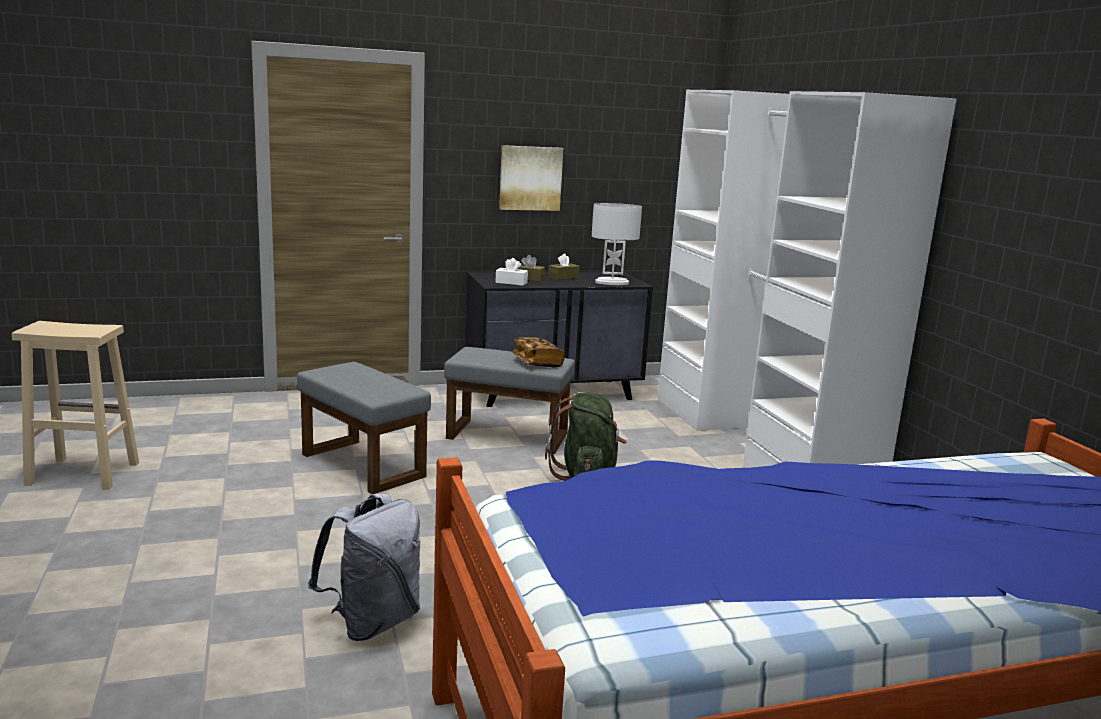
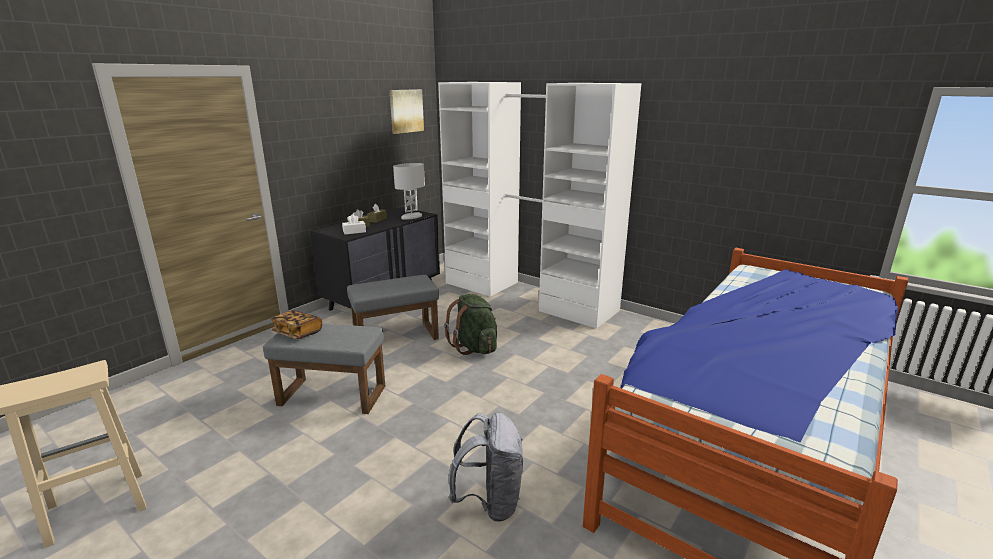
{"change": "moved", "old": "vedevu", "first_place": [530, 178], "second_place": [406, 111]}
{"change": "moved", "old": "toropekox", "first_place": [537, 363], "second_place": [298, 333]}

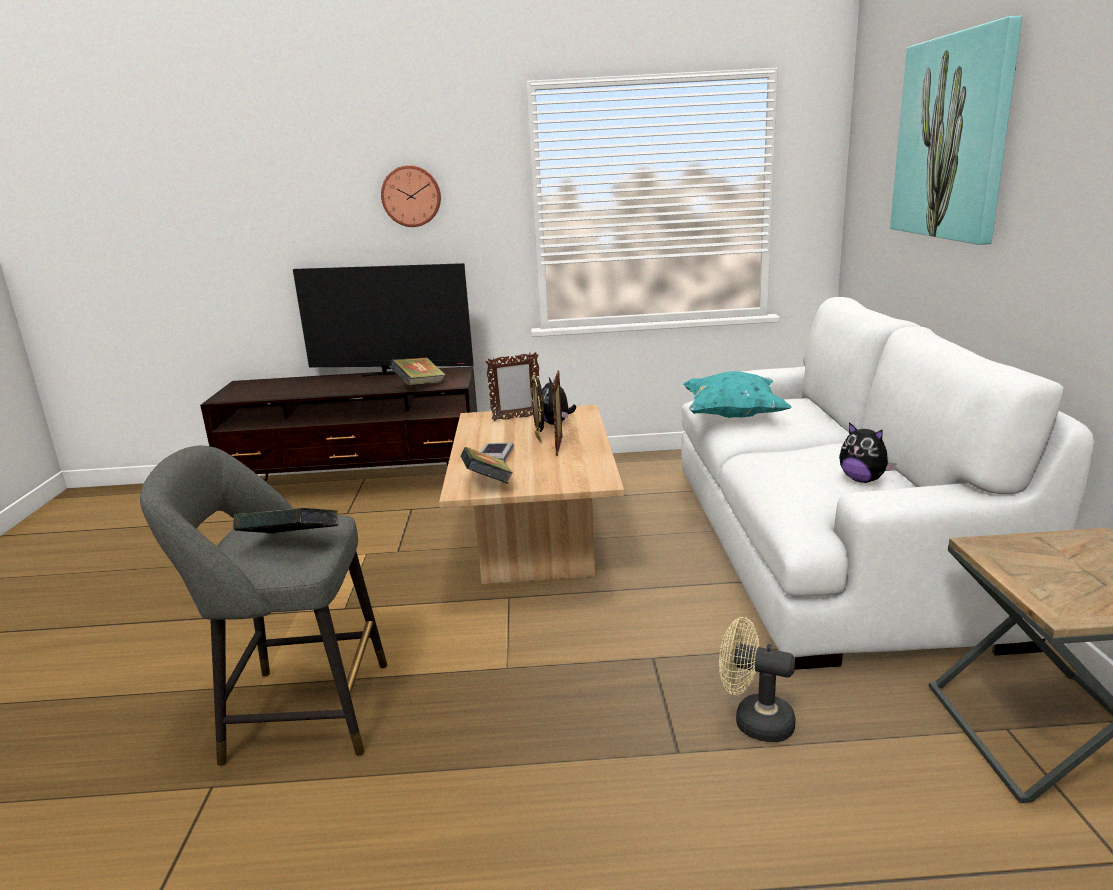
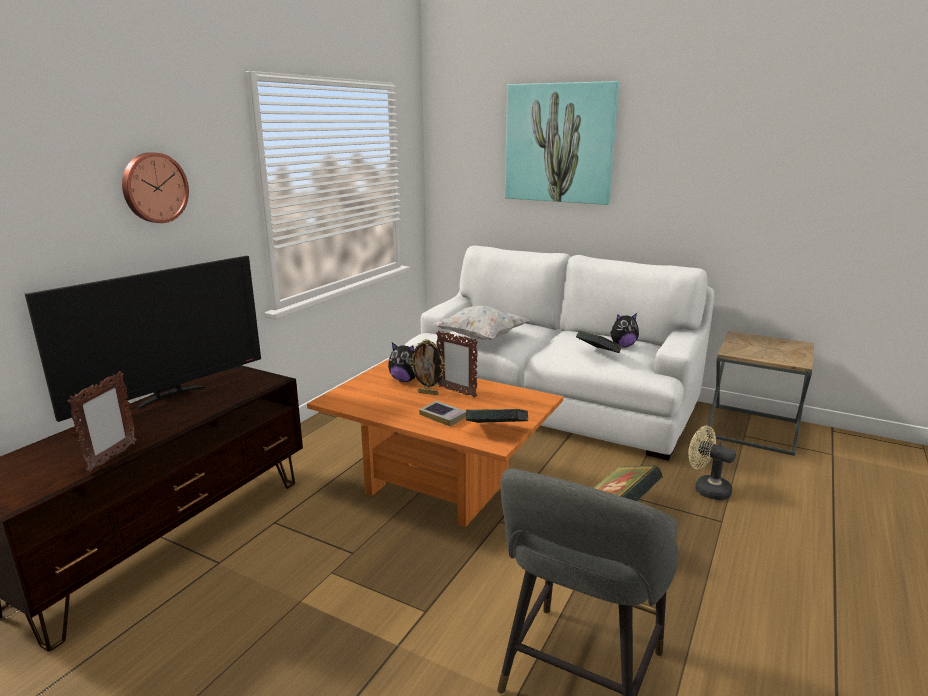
{"change": "moved", "old": "toropekox", "first_place": [419, 386], "second_place": [597, 354]}
{"change": "moved", "old": "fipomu", "first_place": [516, 418], "second_place": [112, 457]}
{"change": "recoloured", "old": "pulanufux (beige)", "new": "pulanufux (orange)", "first_place": [537, 548], "second_place": [438, 486]}
{"change": "recoloured", "old": "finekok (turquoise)", "new": "finekok (white)", "first_place": [732, 416], "second_place": [480, 338]}
{"change": "turned", "old": "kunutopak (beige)", "first_place": [754, 721], "second_place": [706, 489], "degrees": 75}

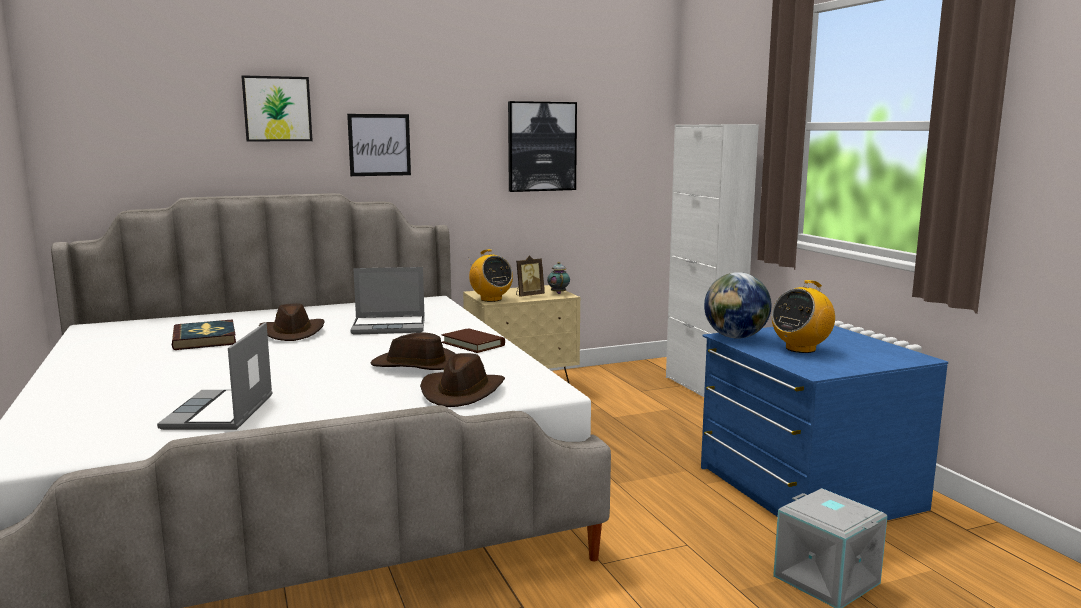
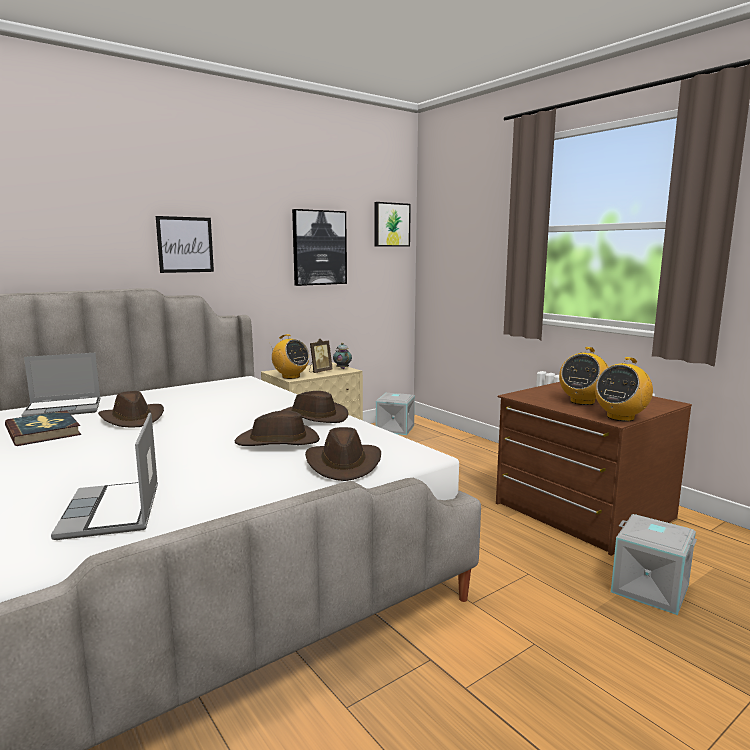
{"change": "removed", "old": "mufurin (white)", "first_place": [702, 387]}
{"change": "removed", "old": "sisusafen", "first_place": [735, 337]}
{"change": "added", "new": "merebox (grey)", "second_place": [395, 429]}
{"change": "added", "new": "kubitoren", "second_place": [620, 417]}
{"change": "moved", "old": "vedevu", "first_place": [277, 109], "second_place": [391, 224]}
{"change": "moved", "old": "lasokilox", "first_place": [390, 327], "second_place": [65, 409]}
{"change": "replaced", "old": "toropekox (brown)", "new": "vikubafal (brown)", "first_place": [473, 344], "second_place": [313, 417]}
{"change": "recoloured", "old": "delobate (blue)", "new": "delobate (brown)", "first_place": [806, 488], "second_place": [582, 511]}

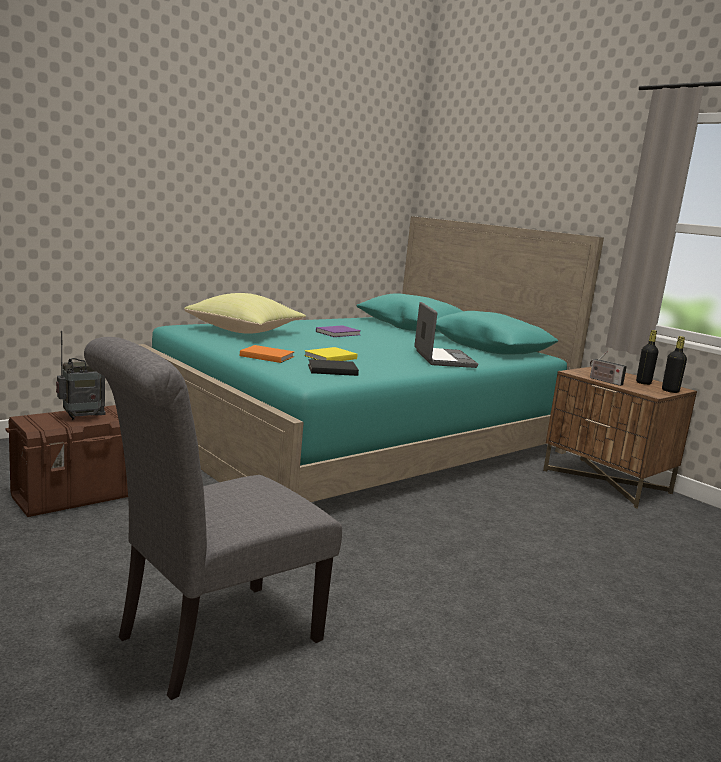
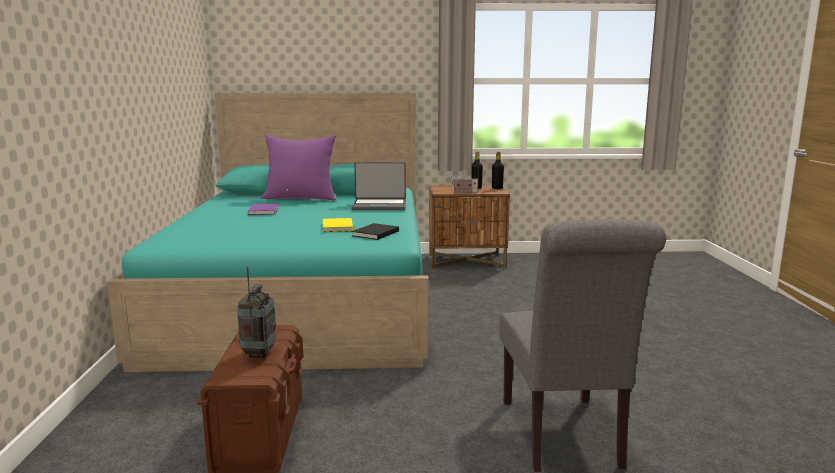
{"change": "removed", "old": "finekok (yellow)", "first_place": [246, 331]}
{"change": "removed", "old": "toropekox (orange)", "first_place": [266, 356]}
{"change": "added", "new": "finekok (purple)", "second_place": [301, 198]}
{"change": "turned", "old": "lasokilox", "first_place": [443, 359], "second_place": [379, 206], "degrees": 150}

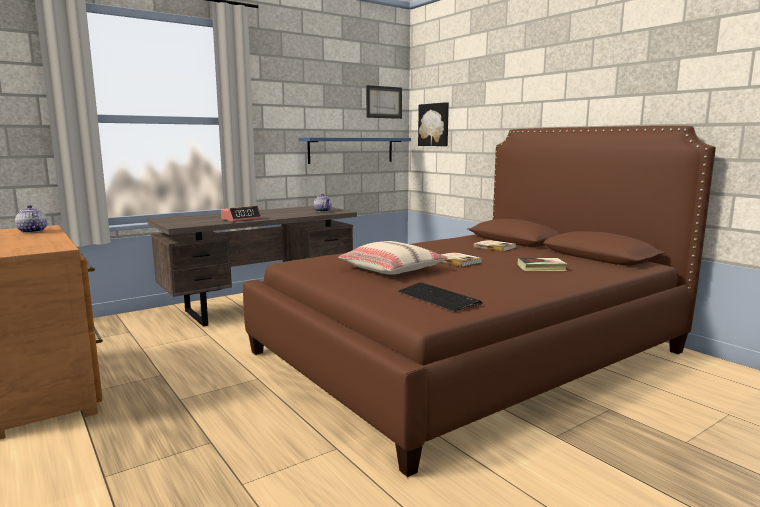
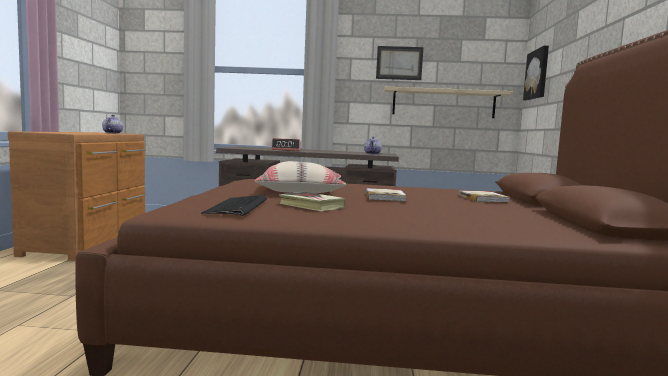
{"change": "moved", "old": "vedevu", "first_place": [384, 102], "second_place": [399, 63]}
{"change": "moved", "old": "toropekox", "first_place": [541, 268], "second_place": [311, 206]}
{"change": "recoloured", "old": "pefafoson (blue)", "new": "pefafoson (beige)", "first_place": [351, 150], "second_place": [443, 103]}

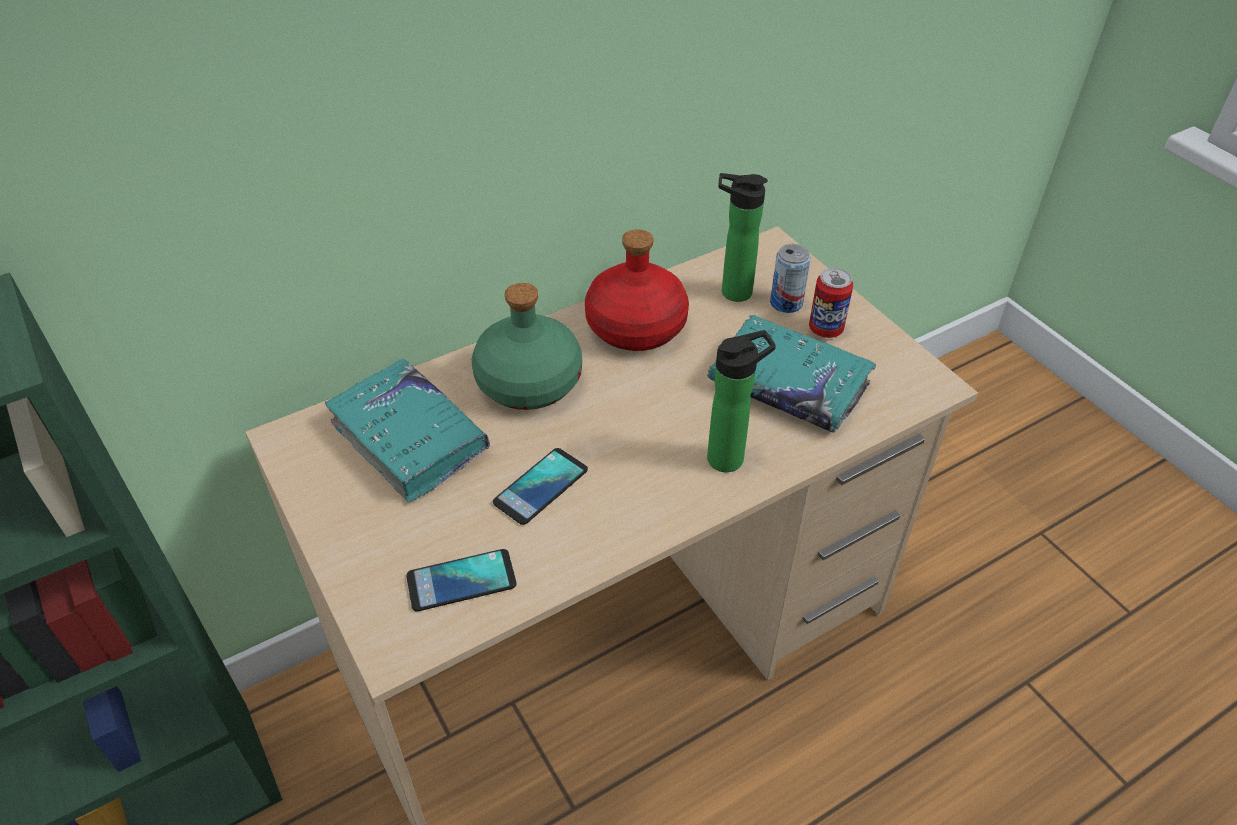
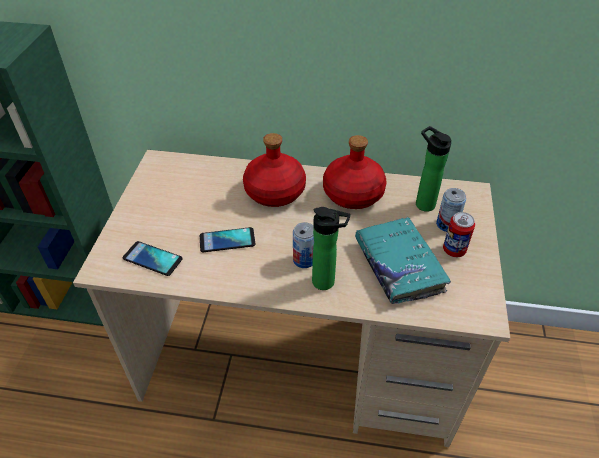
{"change": "removed", "old": "toropekox (turquoise)", "first_place": [409, 439]}
{"change": "added", "new": "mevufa", "second_place": [304, 260]}
{"change": "recoloured", "old": "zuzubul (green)", "new": "zuzubul (red)", "first_place": [527, 382], "second_place": [274, 191]}

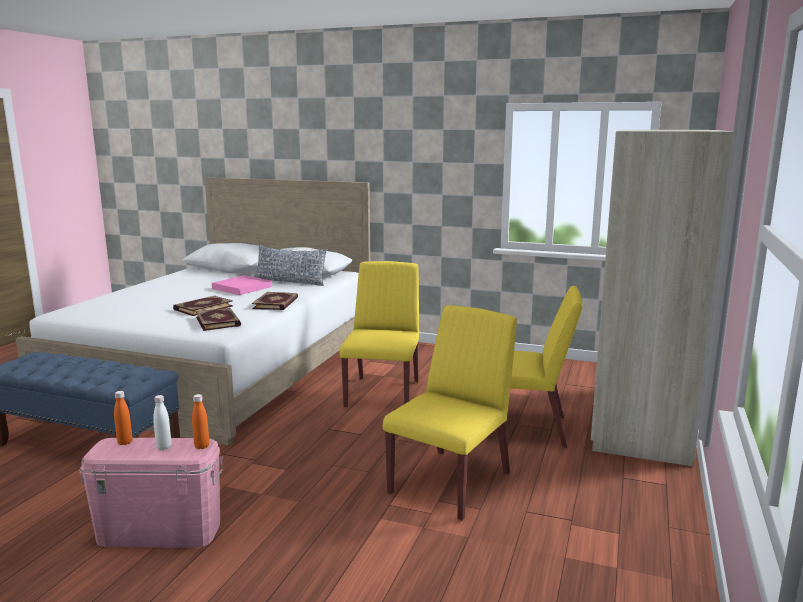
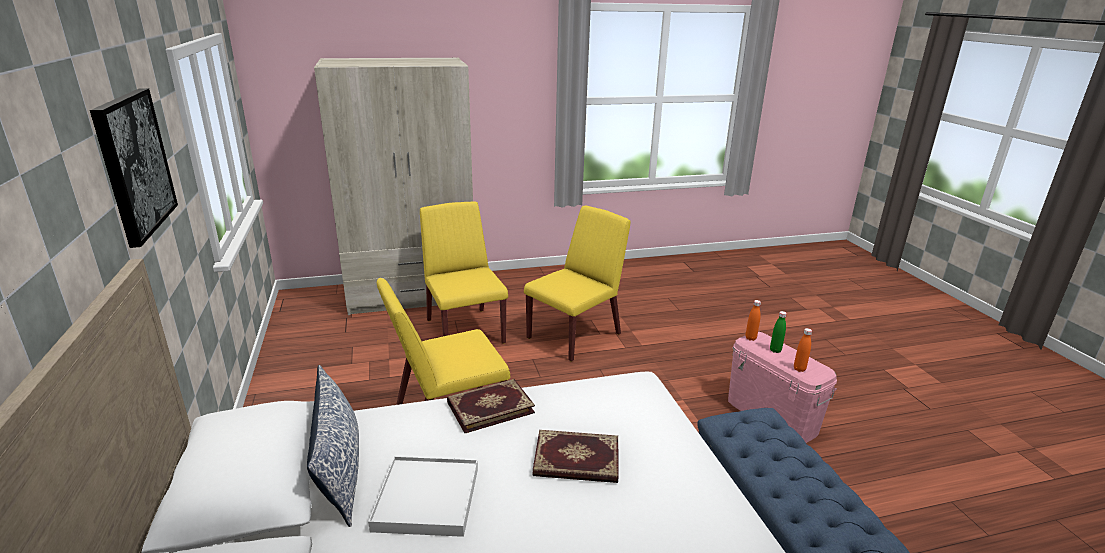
{"change": "removed", "old": "toropekox", "first_place": [219, 321]}
{"change": "added", "new": "vedevu", "second_place": [134, 164]}
{"change": "recoloured", "old": "zuzubul (white)", "new": "zuzubul (green)", "first_place": [164, 447], "second_place": [775, 350]}
{"change": "recoloured", "old": "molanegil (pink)", "new": "molanegil (white)", "first_place": [242, 288], "second_place": [427, 498]}
{"change": "turned", "old": "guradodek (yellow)", "first_place": [451, 483], "second_place": [575, 335], "degrees": 135}

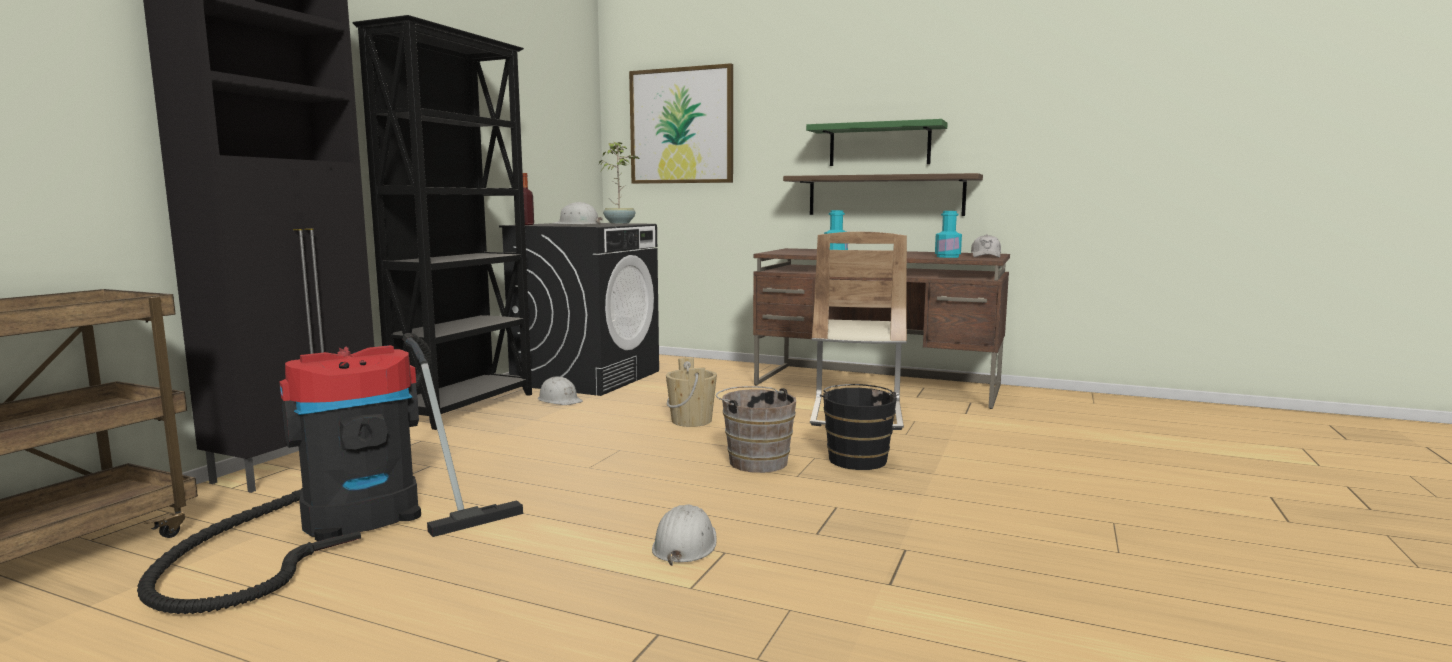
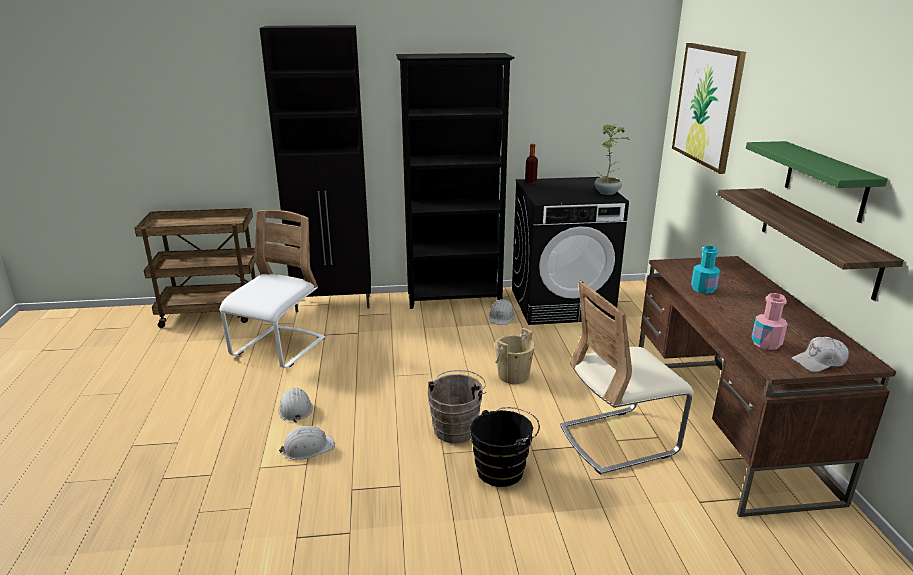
{"change": "moved", "old": "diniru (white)", "first_place": [577, 224], "second_place": [295, 408]}
{"change": "replaced", "old": "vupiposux", "new": "guradodek (white)", "first_place": [348, 523], "second_place": [278, 348]}
{"change": "recoloured", "old": "zuzubul (turquoise)", "new": "zuzubul (pink)", "first_place": [947, 257], "second_place": [766, 343]}

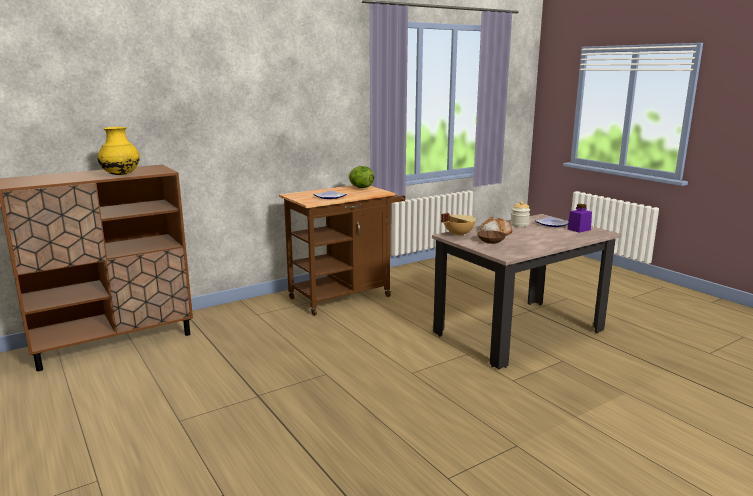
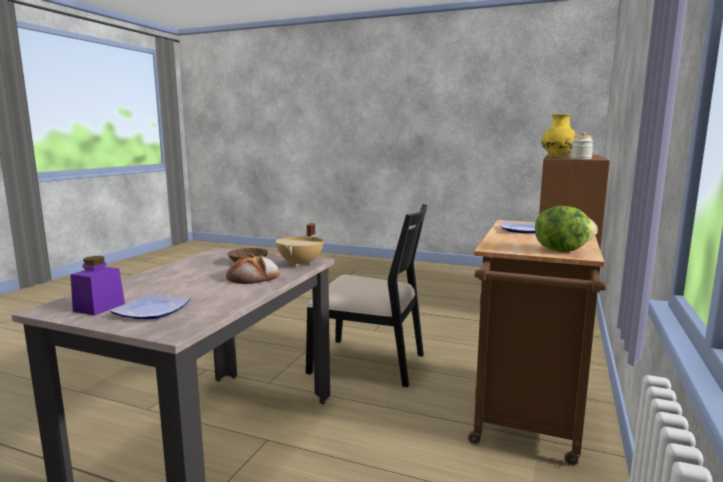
{"change": "added", "new": "guradodek (black)", "second_place": [368, 362]}
{"change": "moved", "old": "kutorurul", "first_place": [519, 225], "second_place": [581, 159]}

